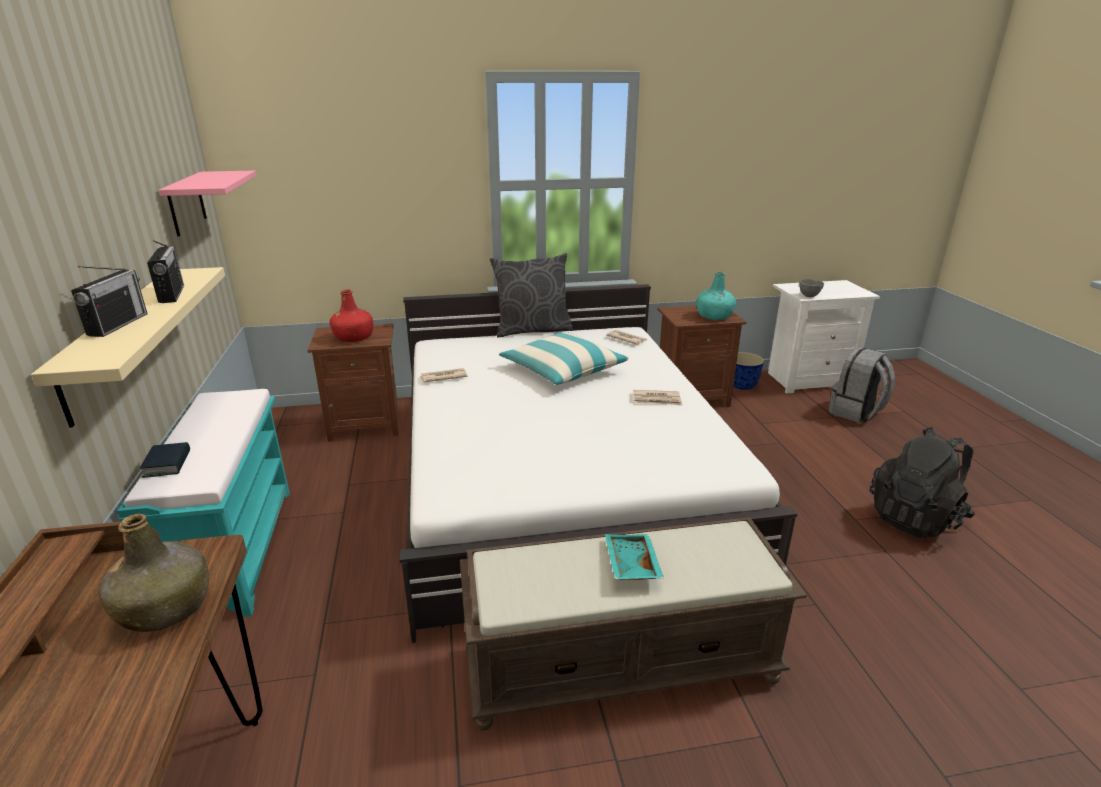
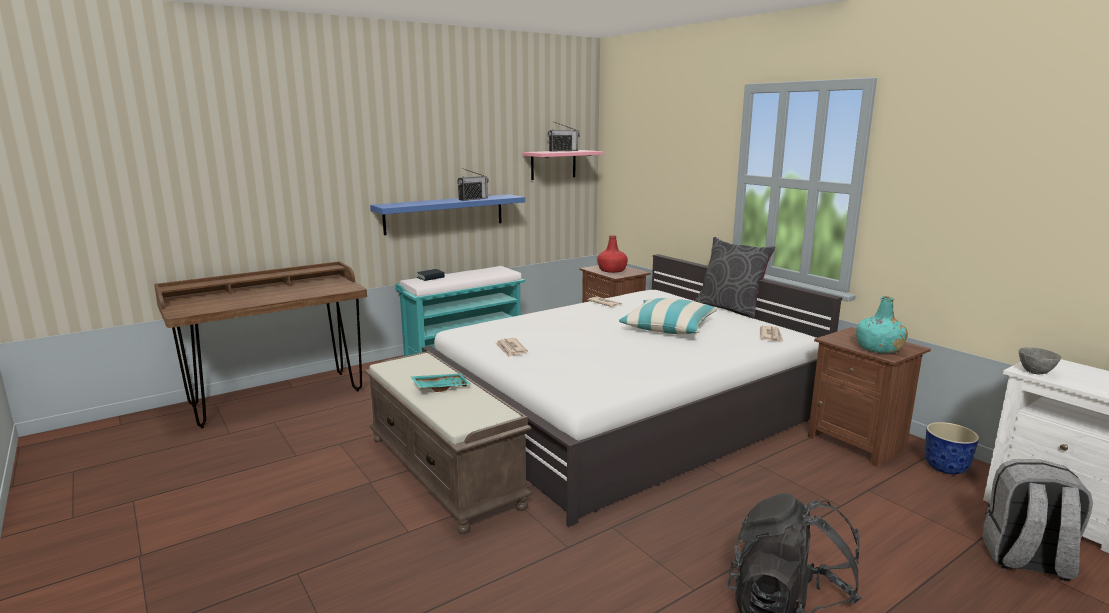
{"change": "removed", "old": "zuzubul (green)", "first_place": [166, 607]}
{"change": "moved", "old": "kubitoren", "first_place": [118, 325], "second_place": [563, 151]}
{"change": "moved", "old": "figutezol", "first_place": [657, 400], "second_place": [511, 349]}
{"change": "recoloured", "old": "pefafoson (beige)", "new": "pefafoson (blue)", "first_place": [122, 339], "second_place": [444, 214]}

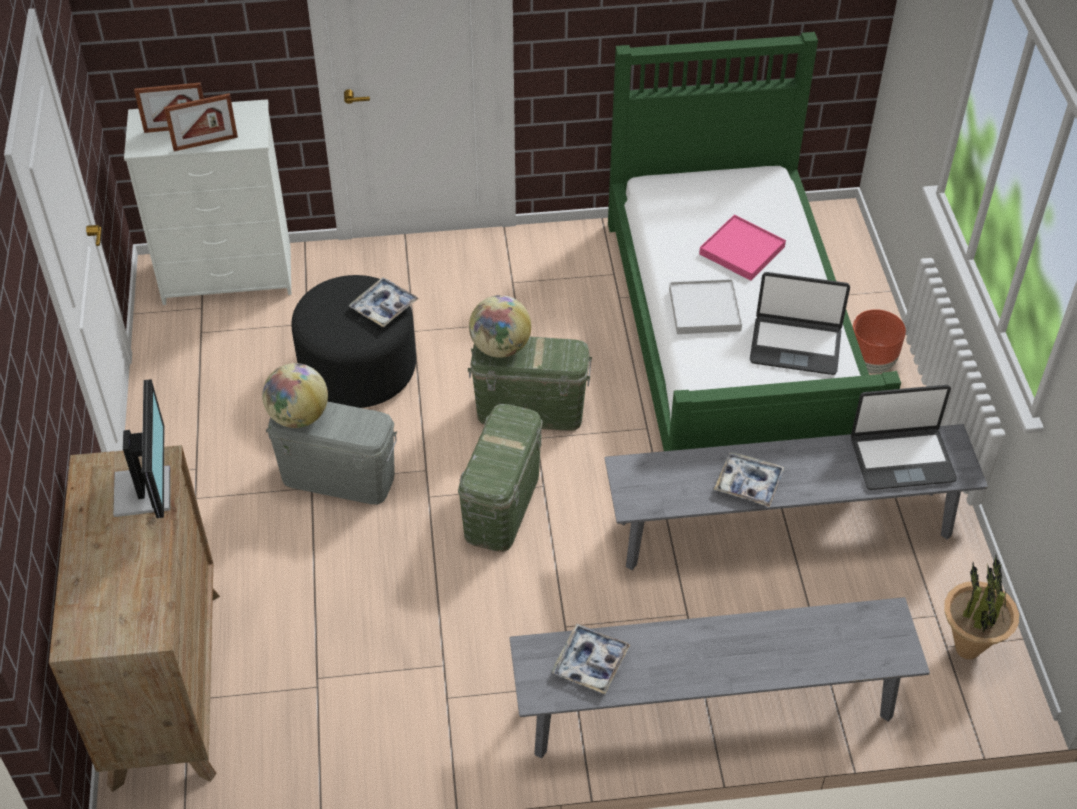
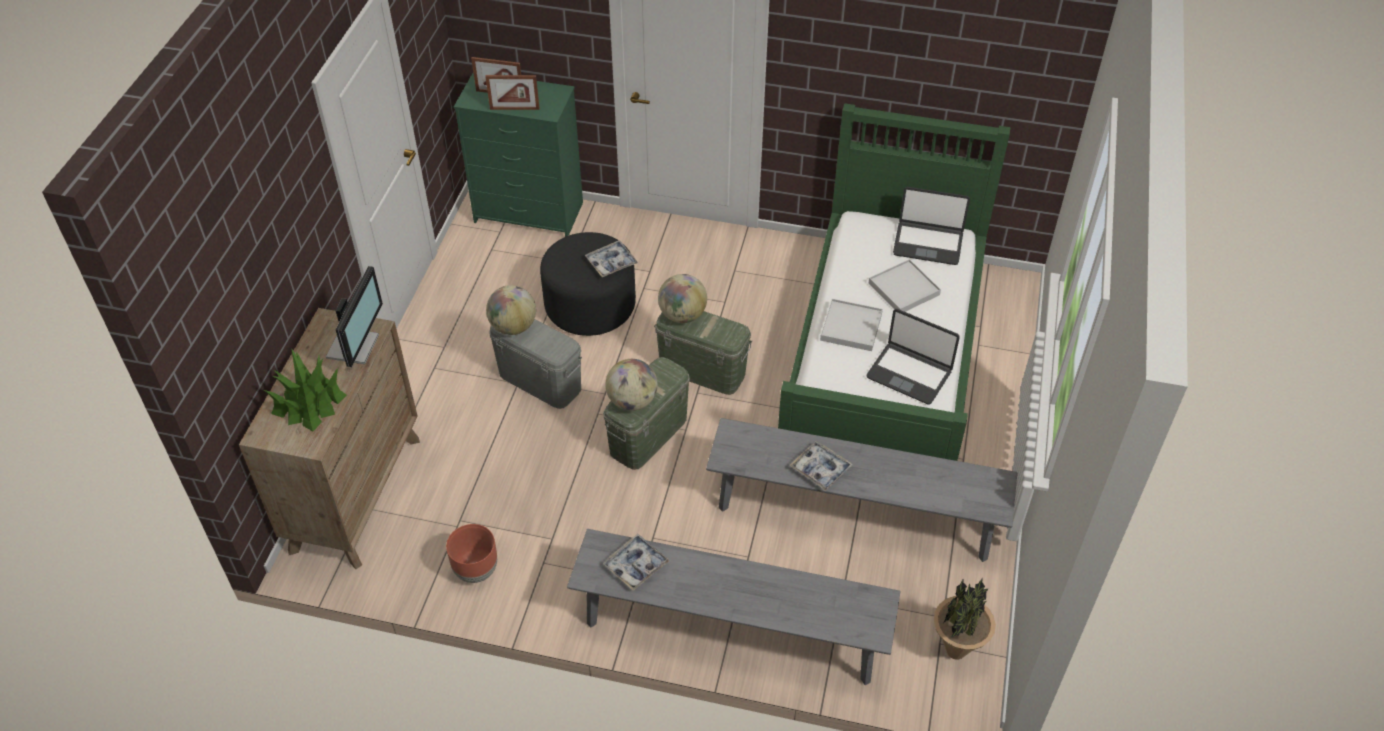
{"change": "added", "new": "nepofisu", "second_place": [309, 403]}
{"change": "added", "new": "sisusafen", "second_place": [632, 401]}
{"change": "moved", "old": "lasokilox", "first_place": [901, 459], "second_place": [928, 243]}
{"change": "moved", "old": "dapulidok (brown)", "first_place": [870, 364], "second_place": [475, 570]}
{"change": "recoloured", "old": "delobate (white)", "new": "delobate (green)", "first_place": [229, 275], "second_place": [530, 212]}
{"change": "recoloured", "old": "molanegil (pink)", "new": "molanegil (white)", "first_place": [741, 250], "second_place": [903, 289]}

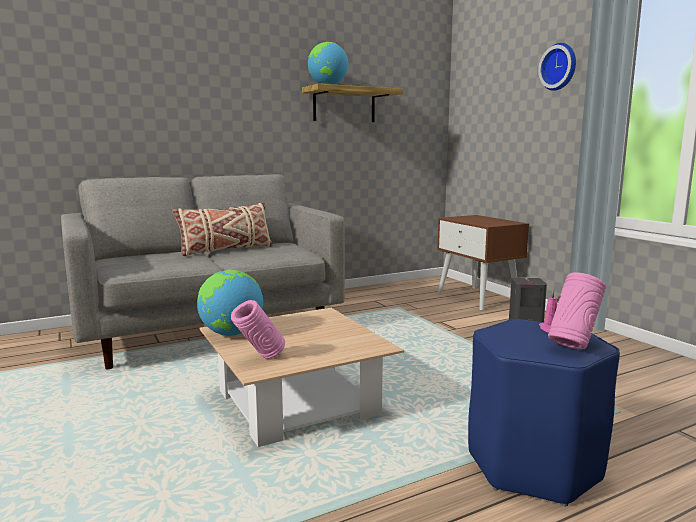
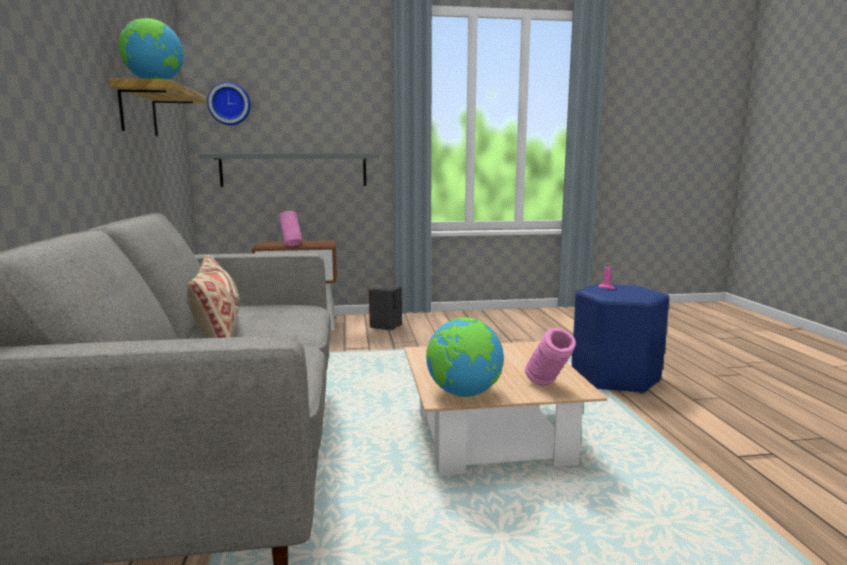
{"change": "added", "new": "pefafoson (grey)", "second_place": [294, 170]}
{"change": "moved", "old": "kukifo", "first_place": [560, 67], "second_place": [229, 104]}
{"change": "moved", "old": "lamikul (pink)", "first_place": [573, 346], "second_place": [291, 246]}

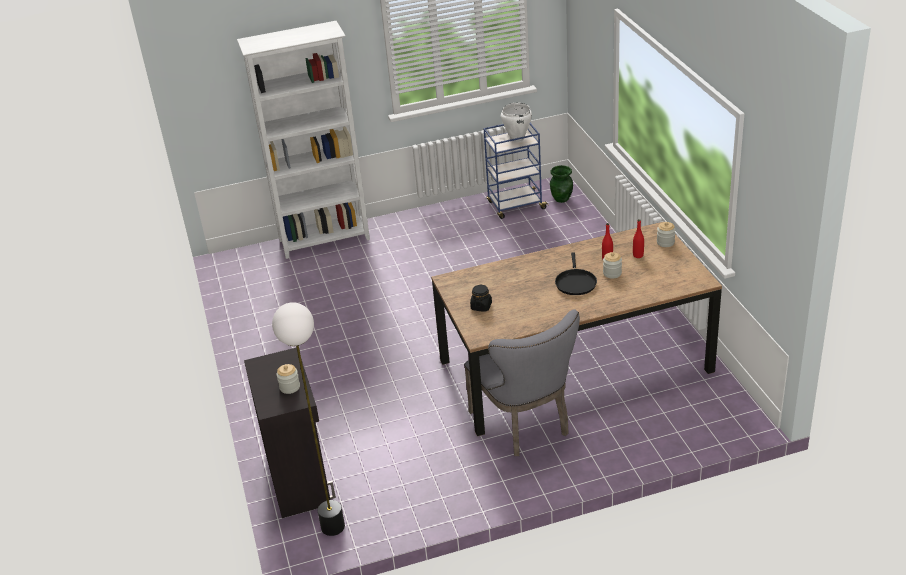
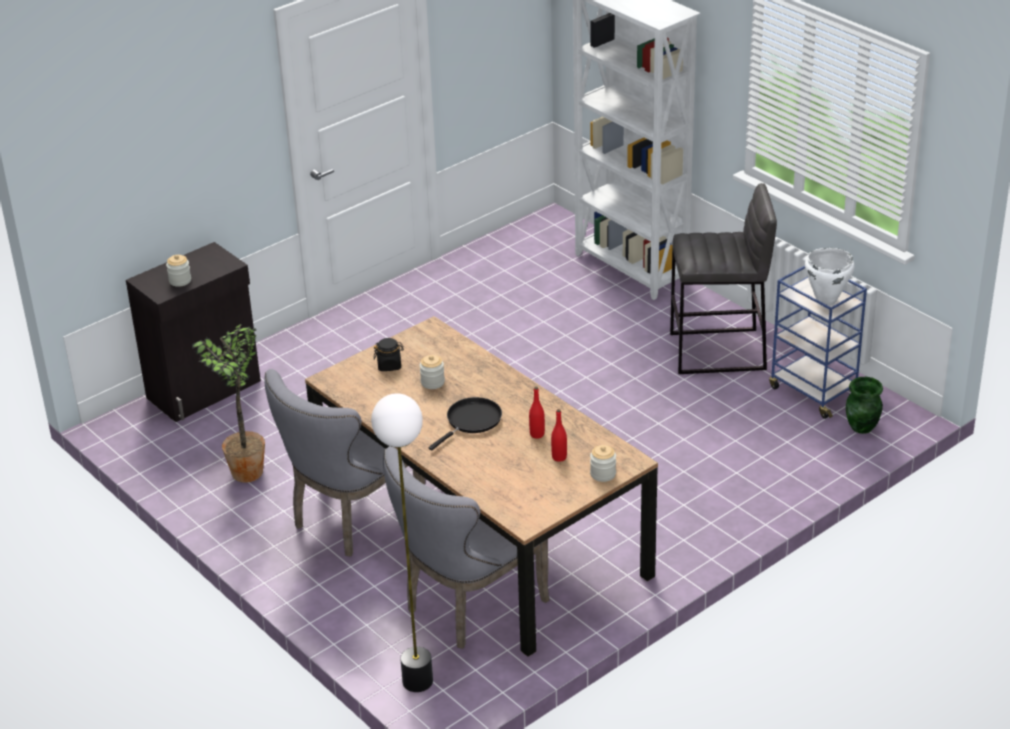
{"change": "added", "new": "nepofisu", "second_place": [246, 469]}
{"change": "added", "new": "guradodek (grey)", "second_place": [467, 607]}
{"change": "added", "new": "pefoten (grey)", "second_place": [718, 352]}
{"change": "moved", "old": "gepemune", "first_place": [332, 526], "second_place": [417, 681]}
{"change": "moved", "old": "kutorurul", "first_place": [612, 273], "second_place": [432, 382]}
{"change": "turned", "old": "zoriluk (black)", "first_place": [575, 282], "second_place": [471, 421], "degrees": 150}

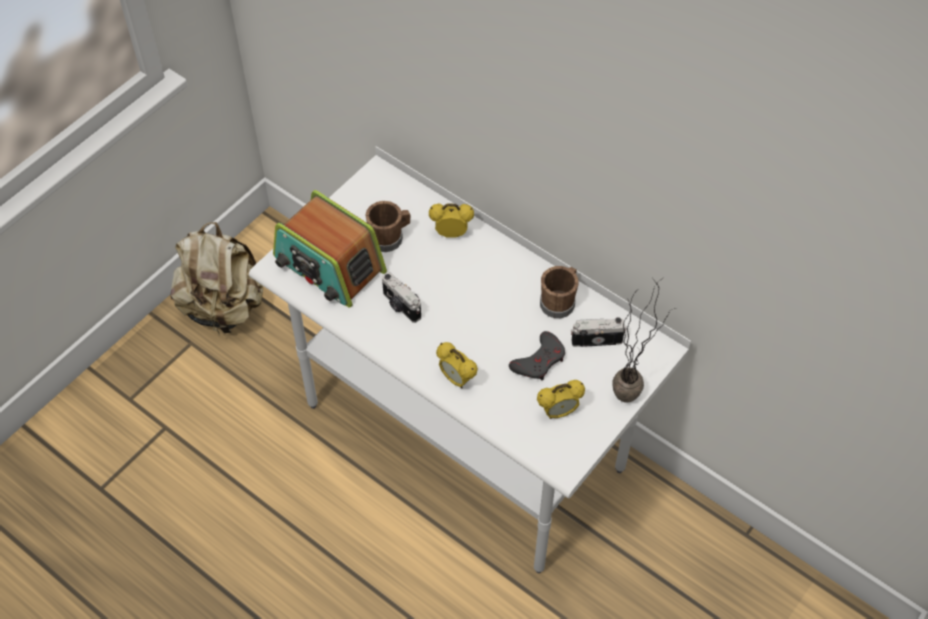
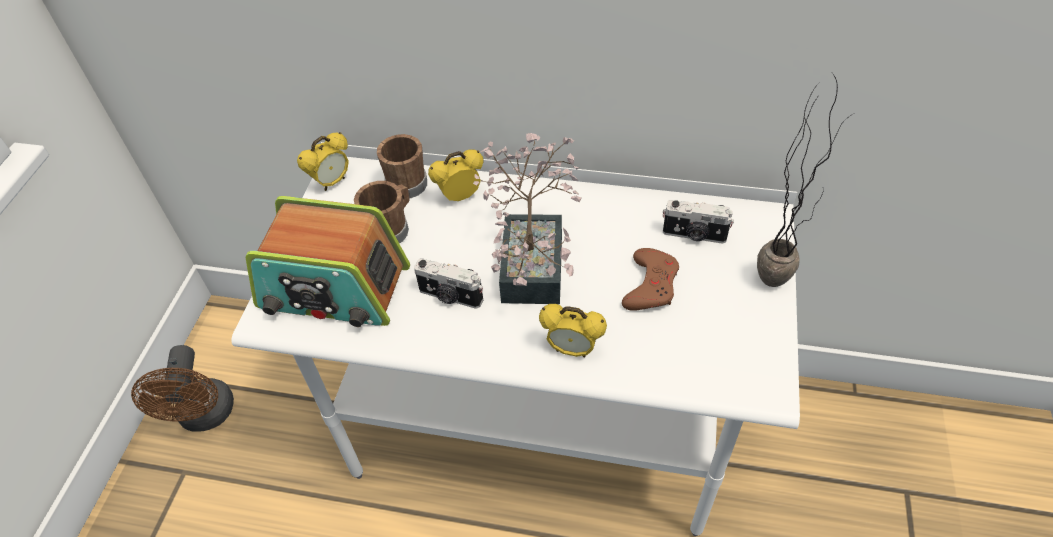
{"change": "added", "new": "nepofisu", "second_place": [534, 259]}
{"change": "moved", "old": "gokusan", "first_place": [558, 412], "second_place": [332, 182]}
{"change": "moved", "old": "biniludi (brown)", "first_place": [559, 301], "second_place": [408, 181]}
{"change": "replaced", "old": "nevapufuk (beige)", "new": "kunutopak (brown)", "first_place": [223, 307], "second_place": [205, 417]}
{"change": "recoloured", "old": "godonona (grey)", "new": "godonona (brown)", "first_place": [539, 360], "second_place": [650, 285]}
{"change": "turned", "old": "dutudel", "first_place": [596, 339], "second_place": [694, 235], "degrees": -135}

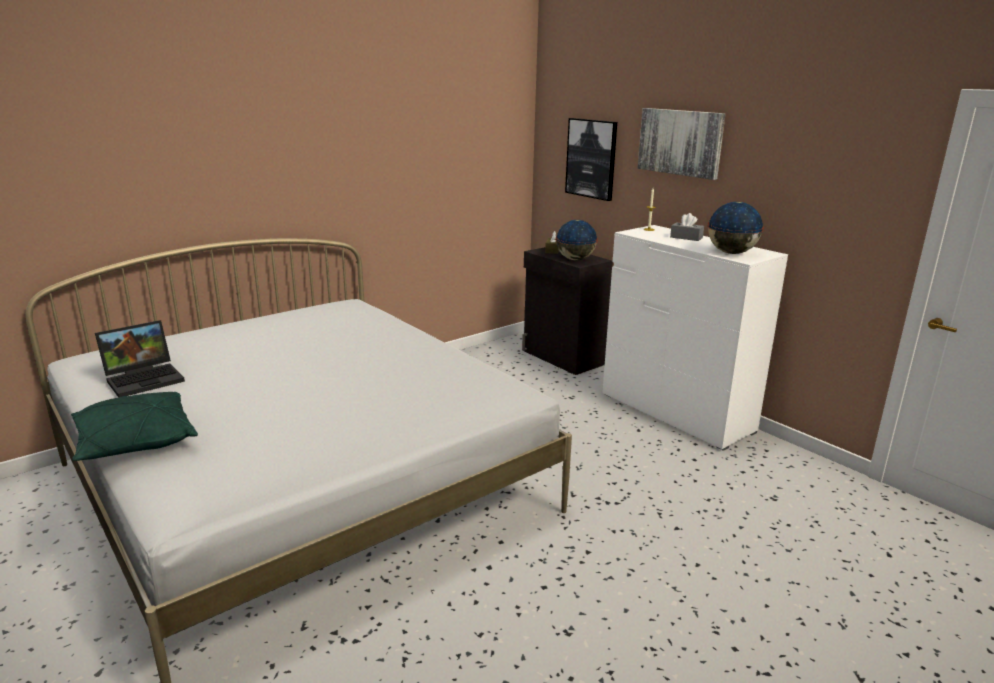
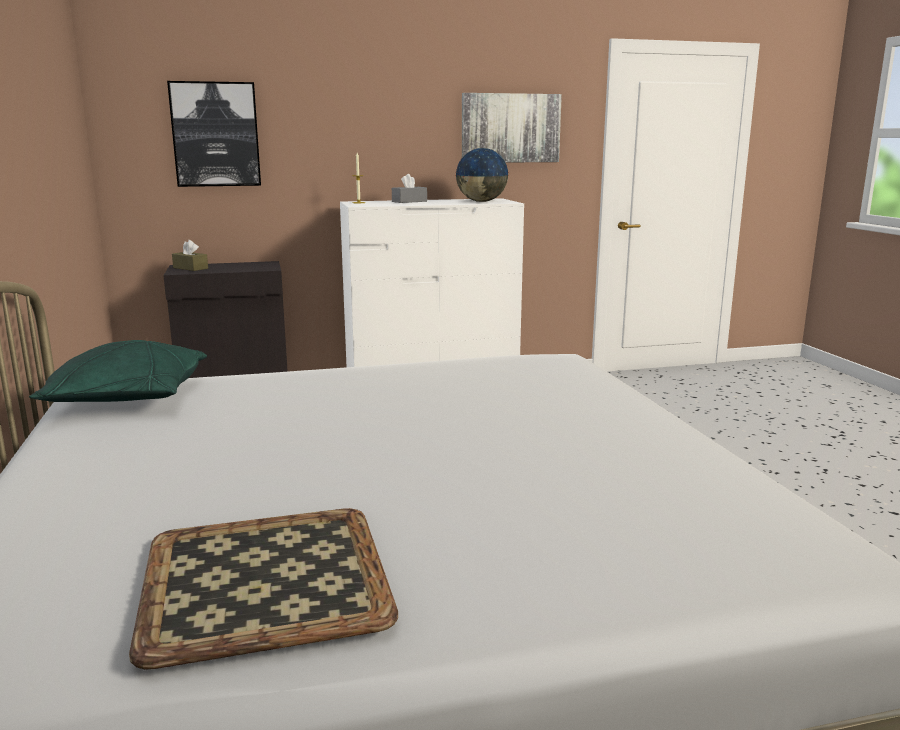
{"change": "removed", "old": "sisusafen", "first_place": [575, 259]}
{"change": "moved", "old": "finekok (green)", "first_place": [135, 442], "second_place": [128, 399]}
{"change": "moved", "old": "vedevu", "first_place": [680, 142], "second_place": [510, 128]}
{"change": "replaced", "old": "lasokilox", "new": "molanegil", "first_place": [145, 378], "second_place": [263, 579]}

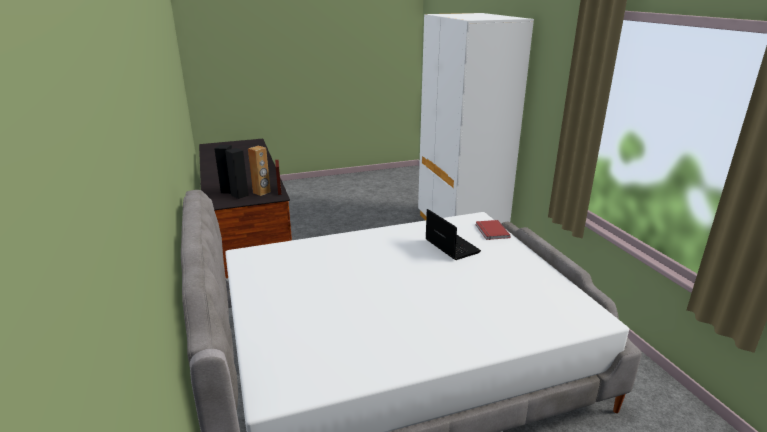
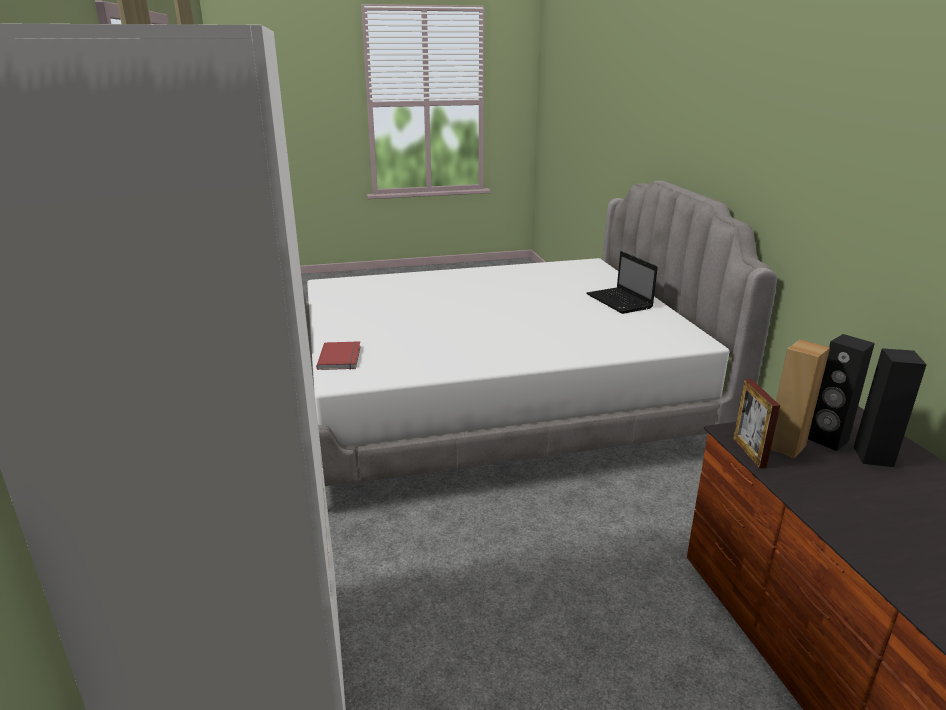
{"change": "moved", "old": "lasokilox", "first_place": [450, 246], "second_place": [620, 302]}

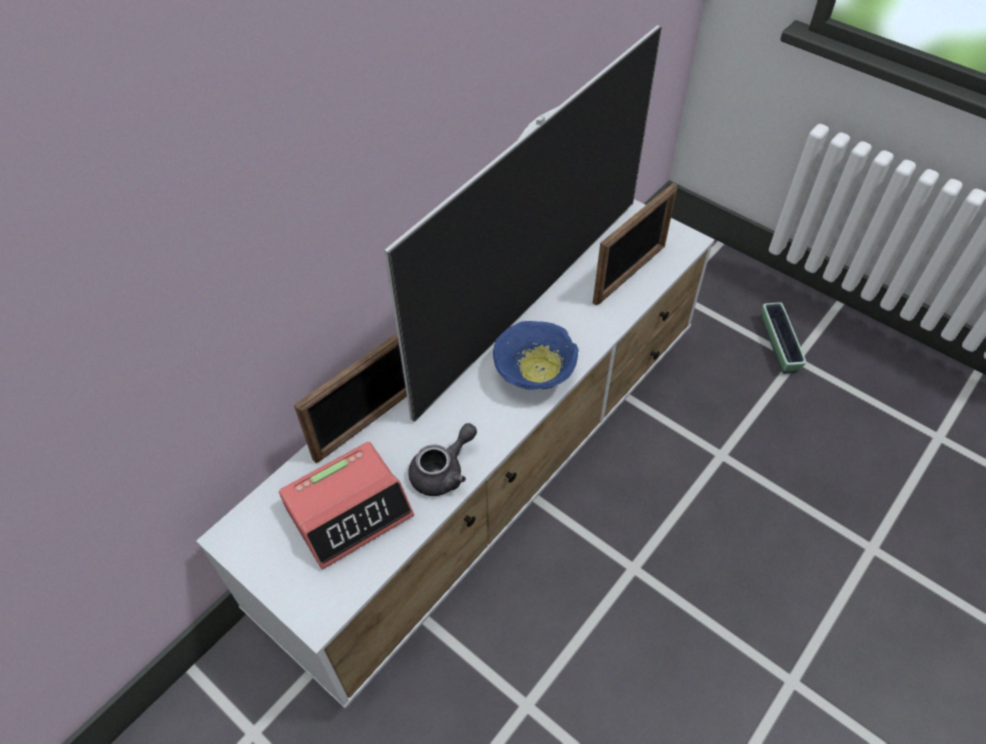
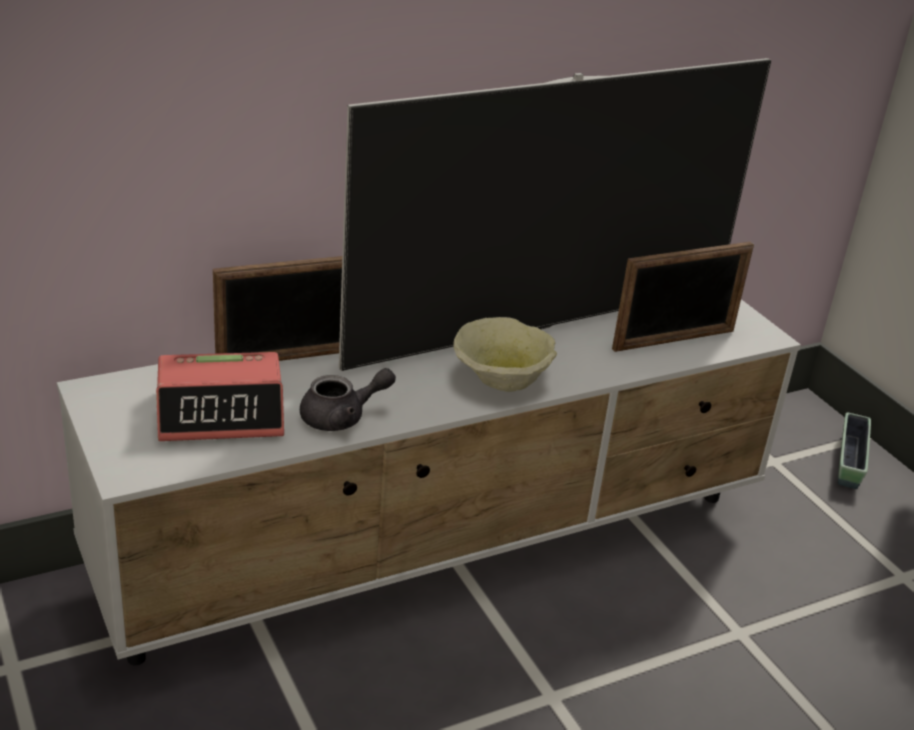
{"change": "moved", "old": "dapulidok", "first_place": [778, 345], "second_place": [849, 461]}
{"change": "recoloured", "old": "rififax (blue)", "new": "rififax (beige)", "first_place": [534, 372], "second_place": [502, 378]}

